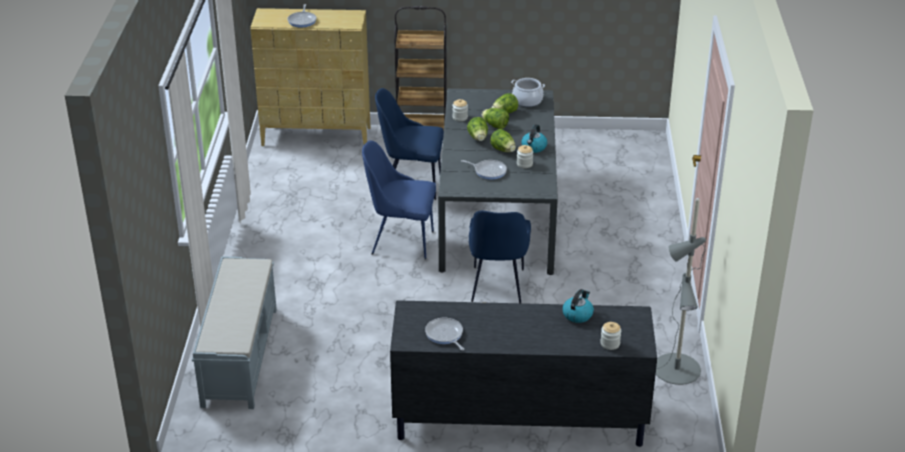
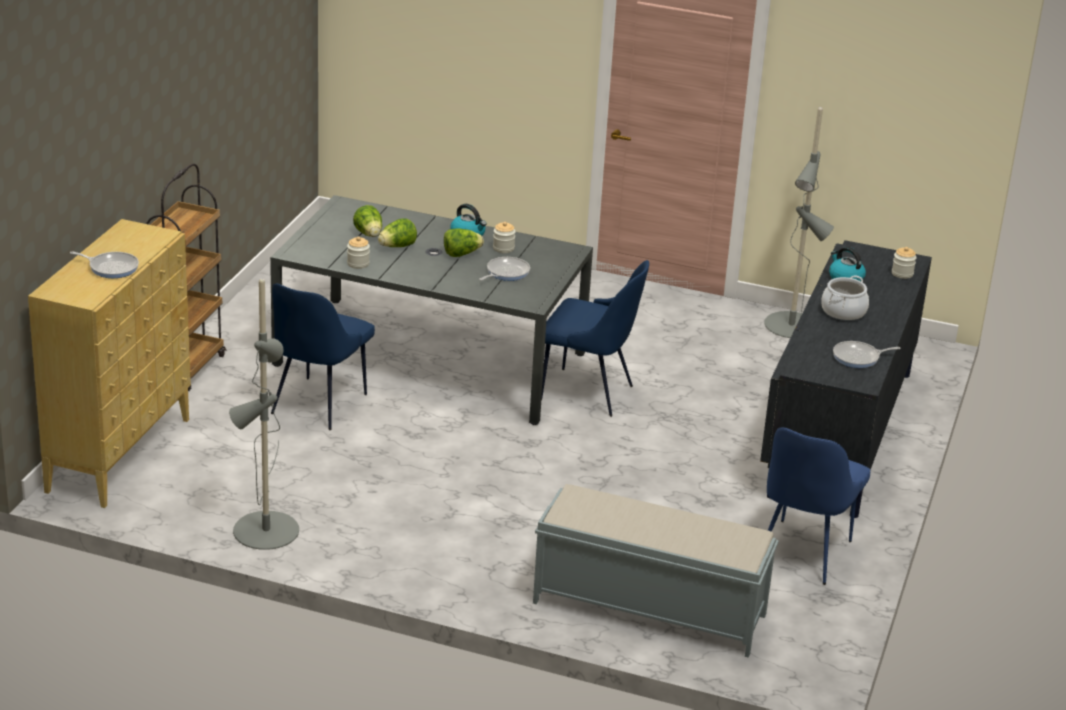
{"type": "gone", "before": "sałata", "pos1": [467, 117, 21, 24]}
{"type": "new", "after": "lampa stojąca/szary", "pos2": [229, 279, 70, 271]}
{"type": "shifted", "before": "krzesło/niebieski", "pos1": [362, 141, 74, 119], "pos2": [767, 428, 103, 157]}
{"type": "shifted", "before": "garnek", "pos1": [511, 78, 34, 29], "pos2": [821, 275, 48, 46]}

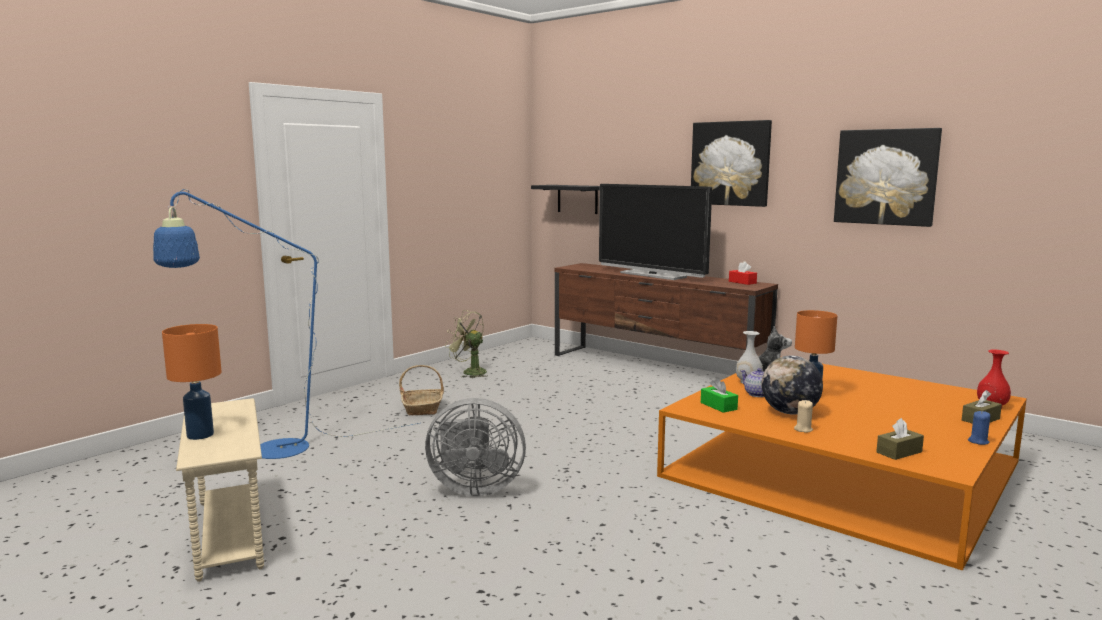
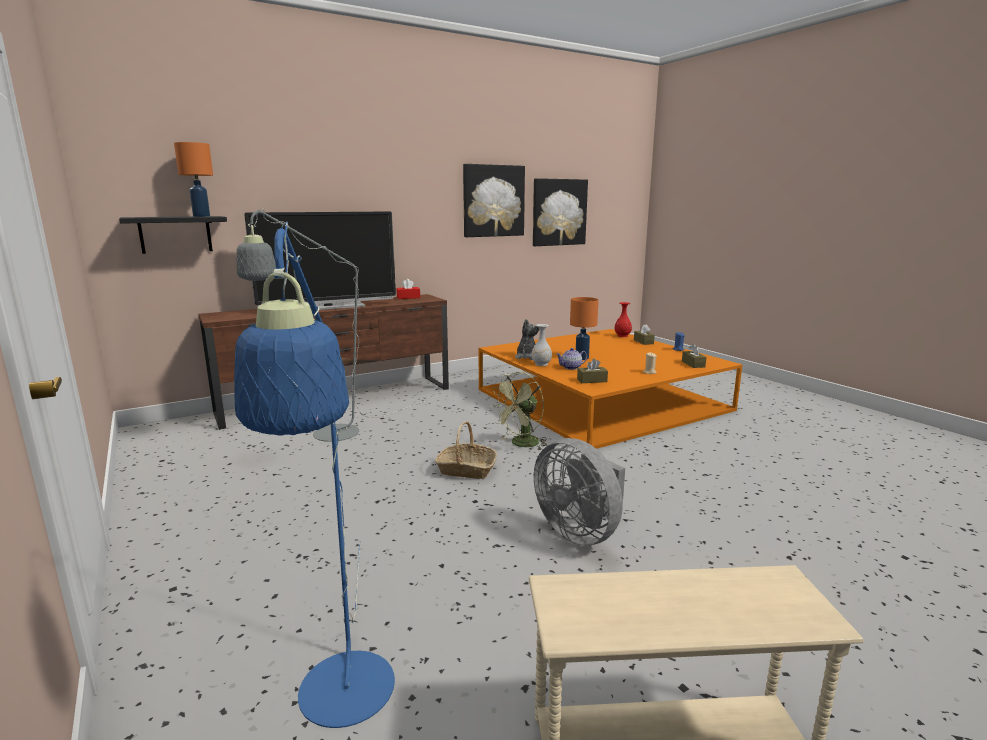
{"type": "gone", "before": "globus", "pos1": [762, 356, 61, 58]}
{"type": "new", "after": "lampa stojąca/szary", "pos2": [236, 208, 189, 234]}
{"type": "shifted", "before": "lampa stołowa/pomarańczowy", "pos1": [162, 324, 60, 116], "pos2": [174, 142, 39, 75]}
{"type": "shifted", "before": "koszyk", "pos1": [399, 365, 45, 50], "pos2": [435, 421, 62, 58]}
{"type": "shifted", "before": "wentylator/zielony", "pos1": [445, 310, 43, 68], "pos2": [491, 372, 57, 78]}
{"type": "shifted", "before": "obraz", "pos1": [691, 120, 81, 87], "pos2": [533, 178, 55, 68]}
{"type": "repainted", "before": "pudełko chusteczek/zielony", "after": "pudełko chusteczek/brązowy", "pos1": [701, 378, 37, 35], "pos2": [577, 359, 31, 24]}
{"type": "rotated", "before": "wentylator/szary", "pos1": [425, 398, 101, 98], "pos2": [534, 438, 91, 108], "turn": 120}

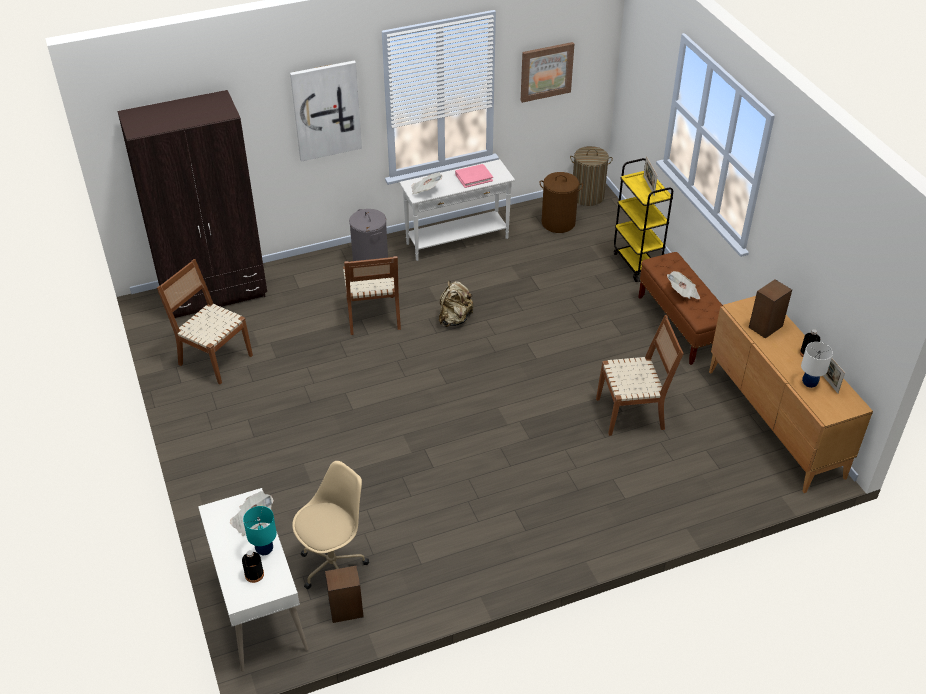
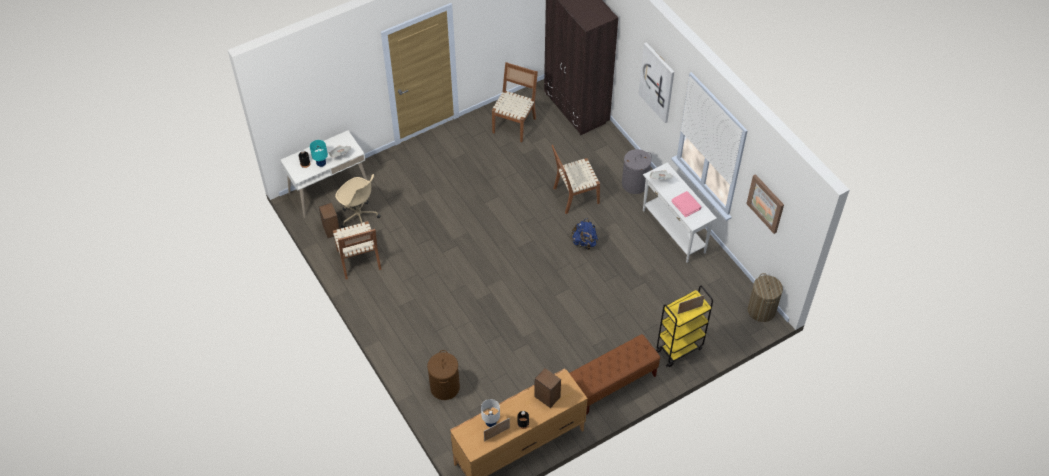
{"type": "gone", "before": "gazeta", "pos1": [667, 271, 34, 28]}
{"type": "shifted", "before": "kosz na pranie/brązowy", "pos1": [539, 172, 44, 61], "pos2": [427, 350, 33, 50]}
{"type": "shifted", "before": "krzesło", "pos1": [596, 315, 88, 121], "pos2": [333, 221, 49, 58]}
{"type": "repainted", "before": "plecak/beżowy", "after": "plecak/niebieski", "pos1": [439, 280, 34, 47], "pos2": [570, 218, 28, 32]}

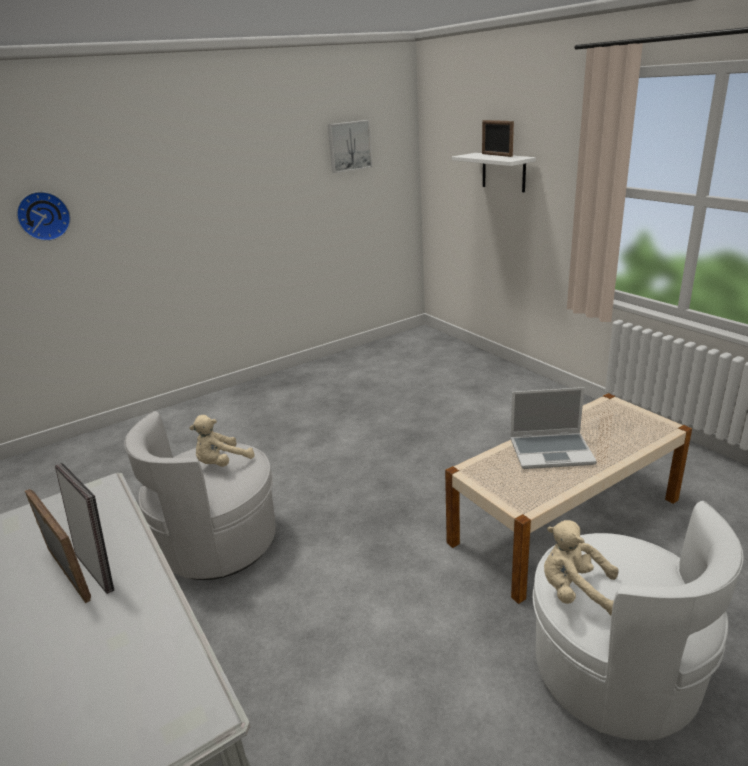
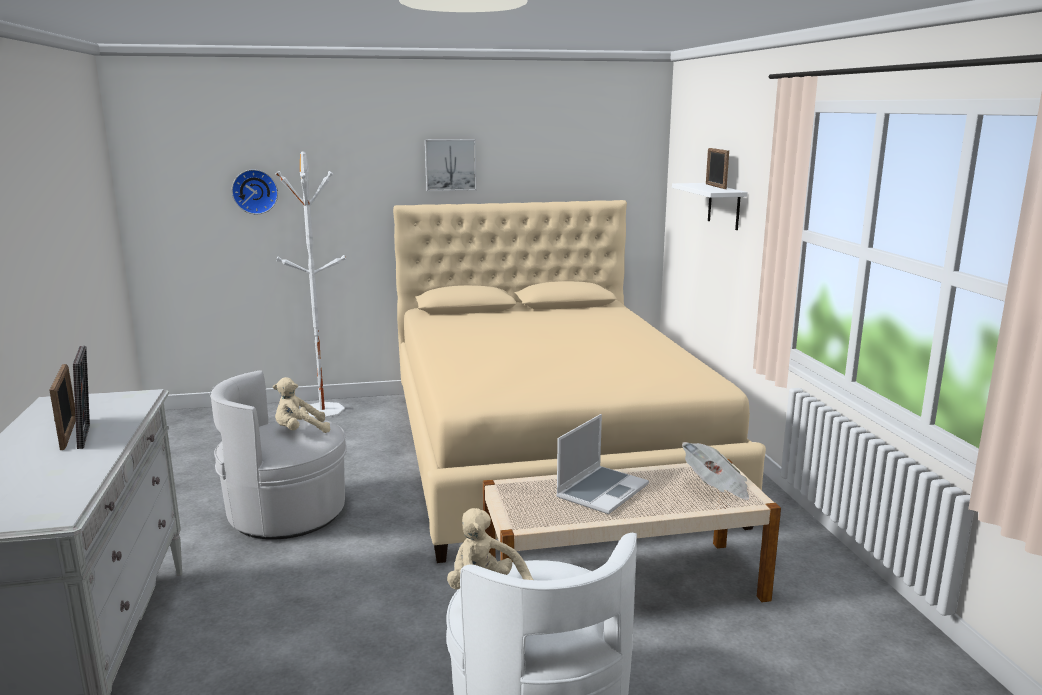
{"type": "new", "after": "wieszak/biały", "pos2": [276, 151, 70, 267]}
{"type": "new", "after": "łóżko/beżowy", "pos2": [393, 200, 373, 363]}
{"type": "new", "after": "gazeta", "pos2": [682, 442, 67, 58]}
{"type": "shifted", "before": "obraz", "pos1": [328, 120, 44, 53], "pos2": [425, 139, 51, 52]}
{"type": "rotated", "before": "laptop", "pos1": [510, 387, 87, 82], "pos2": [556, 414, 93, 100], "turn": -75}

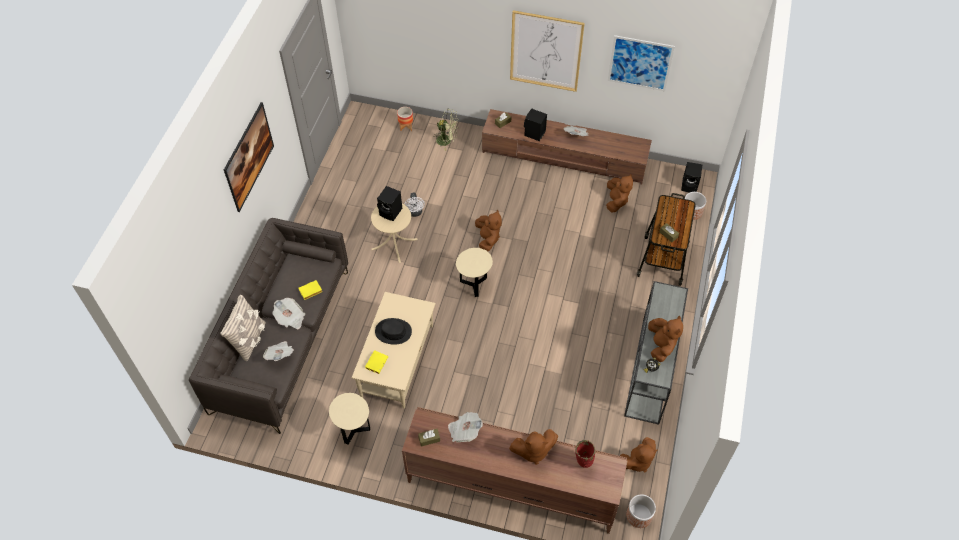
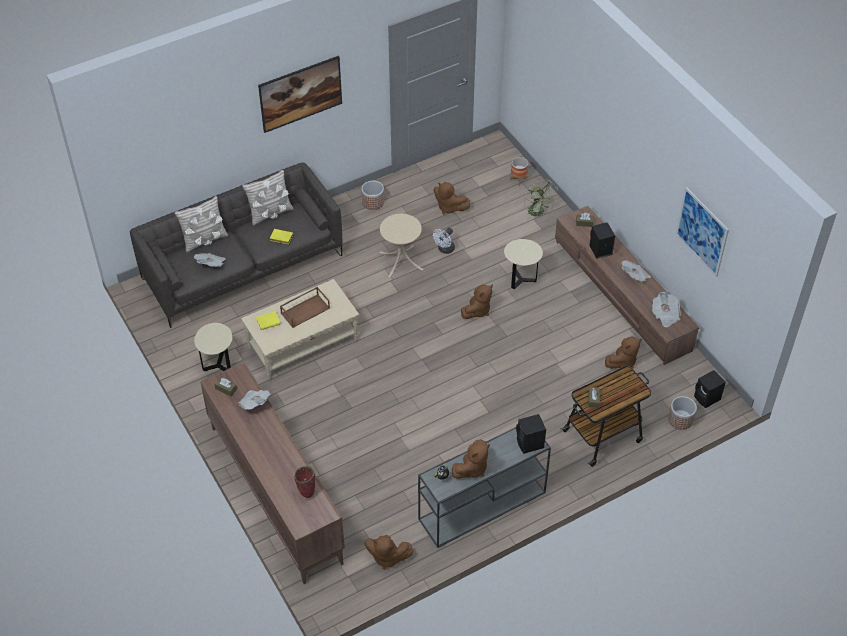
{"type": "gone", "before": "obraz", "pos1": [510, 10, 75, 82]}
{"type": "new", "after": "poduszka/beżowy", "pos2": [243, 170, 50, 55]}
{"type": "shifted", "before": "gazeta", "pos1": [272, 298, 33, 31], "pos2": [652, 292, 29, 36]}
{"type": "shifted", "before": "głośnik/czarny", "pos1": [377, 186, 25, 35], "pos2": [516, 414, 30, 40]}
{"type": "shifted", "before": "stolik/beżowy", "pos1": [456, 248, 37, 49], "pos2": [504, 239, 39, 50]}
{"type": "shifted", "before": "pluszak/brązowy", "pos1": [509, 429, 49, 36], "pos2": [433, 182, 37, 32]}
{"type": "shifted", "before": "donica", "pos1": [626, 494, 30, 34], "pos2": [362, 181, 22, 29]}
{"type": "swapped", "before": "kapelusz/czarny", "after": "taca/brązowy", "pos1": [375, 318, 37, 27], "pos2": [280, 287, 50, 41]}

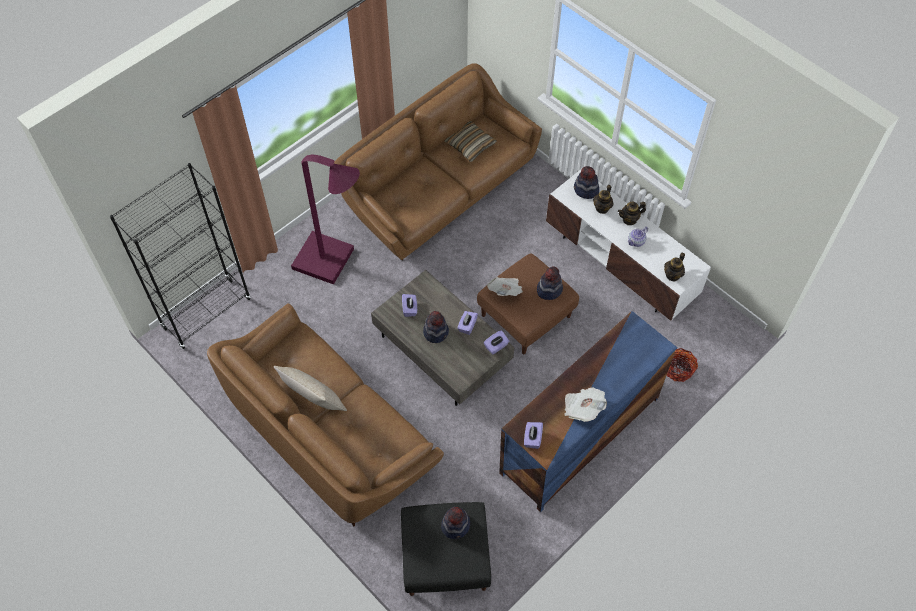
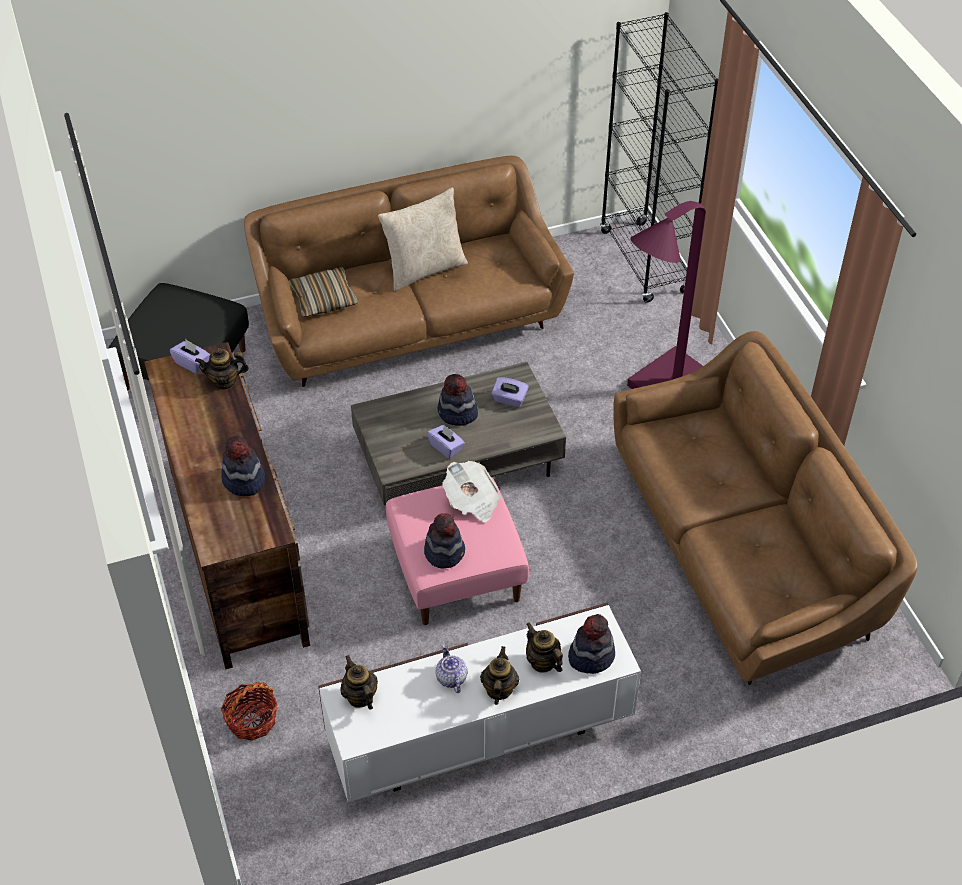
{"type": "gone", "before": "pudełko chusteczek/fioletowy", "pos1": [484, 330, 25, 25]}
{"type": "gone", "before": "gazeta", "pos1": [564, 387, 43, 35]}
{"type": "new", "after": "imbryk", "pos2": [195, 348, 54, 42]}
{"type": "shifted", "before": "kapelusz", "pos1": [441, 507, 29, 32], "pos2": [221, 436, 44, 60]}
{"type": "shifted", "before": "poduszka", "pos1": [444, 121, 52, 41], "pos2": [289, 267, 69, 50]}
{"type": "repainted", "before": "pufa/brązowy", "after": "pufa/różowy", "pos1": [477, 253, 102, 102], "pos2": [386, 477, 143, 148]}
{"type": "repainted", "before": "szafka/niebieski", "after": "szafka/brązowy", "pos1": [499, 311, 178, 201], "pos2": [144, 342, 166, 328]}

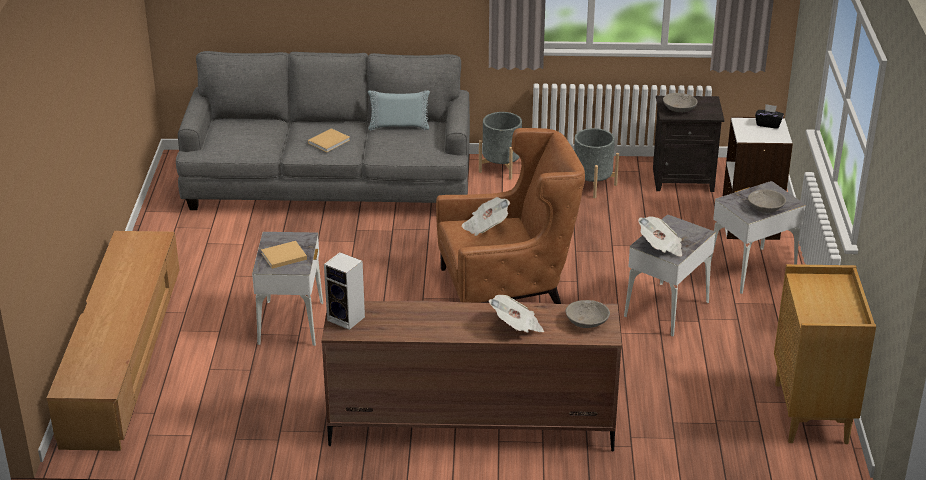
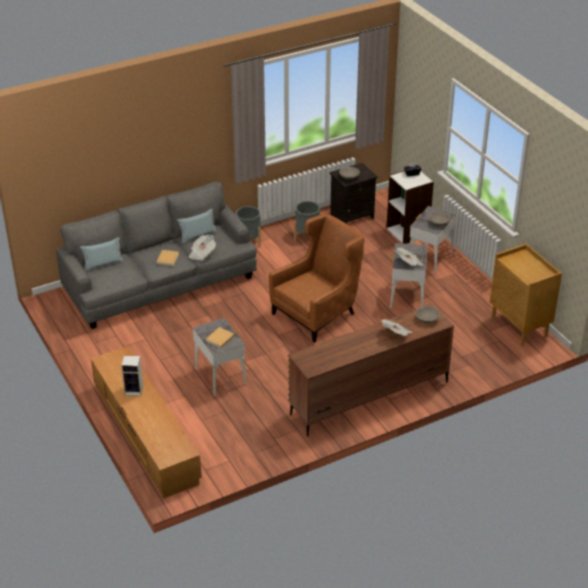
{"type": "new", "after": "poduszka/niebieski", "pos2": [80, 237, 44, 35]}
{"type": "shifted", "before": "głośnik", "pos1": [324, 252, 41, 78], "pos2": [121, 355, 22, 41]}
{"type": "shifted", "before": "gazeta", "pos1": [462, 197, 48, 39], "pos2": [189, 235, 27, 26]}

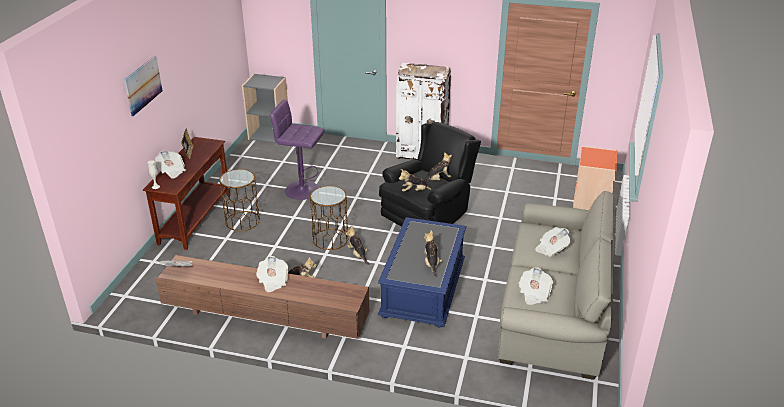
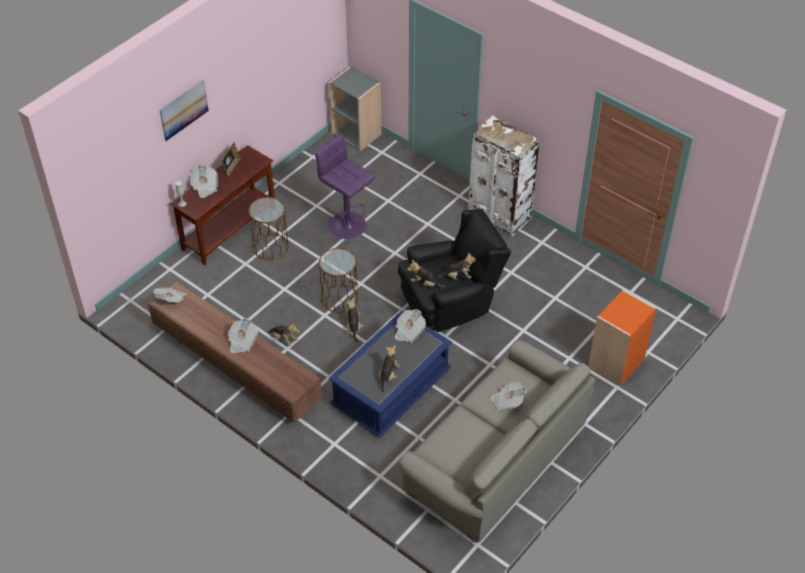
{"type": "shifted", "before": "gazeta", "pos1": [518, 267, 35, 38], "pos2": [395, 309, 31, 34]}

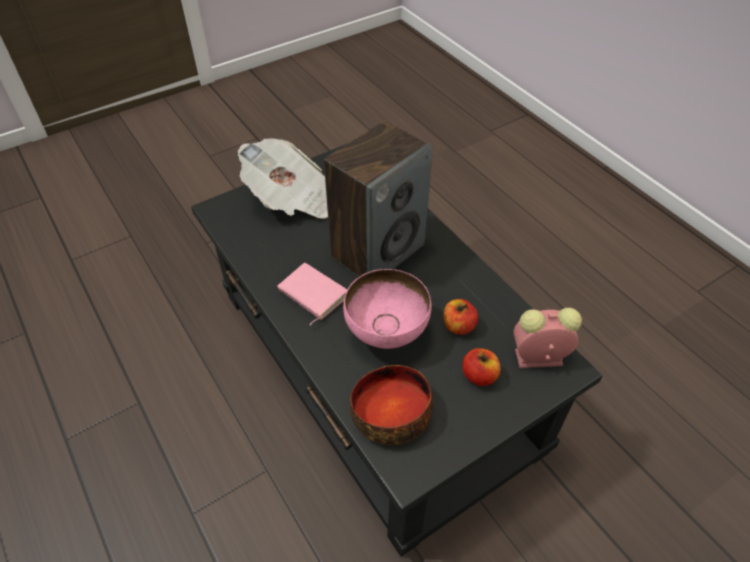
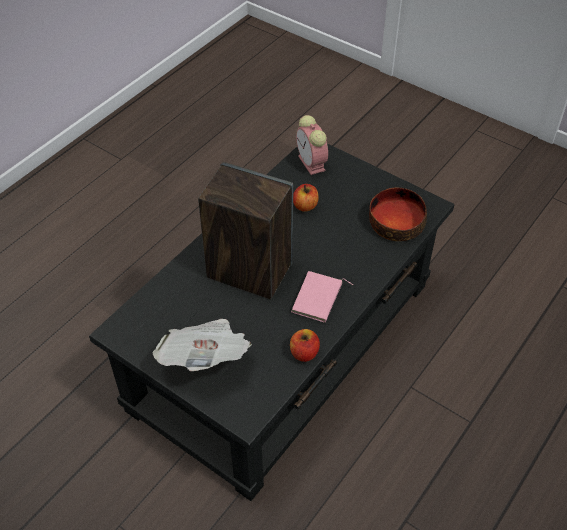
{"type": "gone", "before": "miska/różowy", "pos1": [343, 269, 88, 80]}
{"type": "shifted", "before": "jabłko", "pos1": [462, 348, 39, 38], "pos2": [290, 329, 30, 33]}

